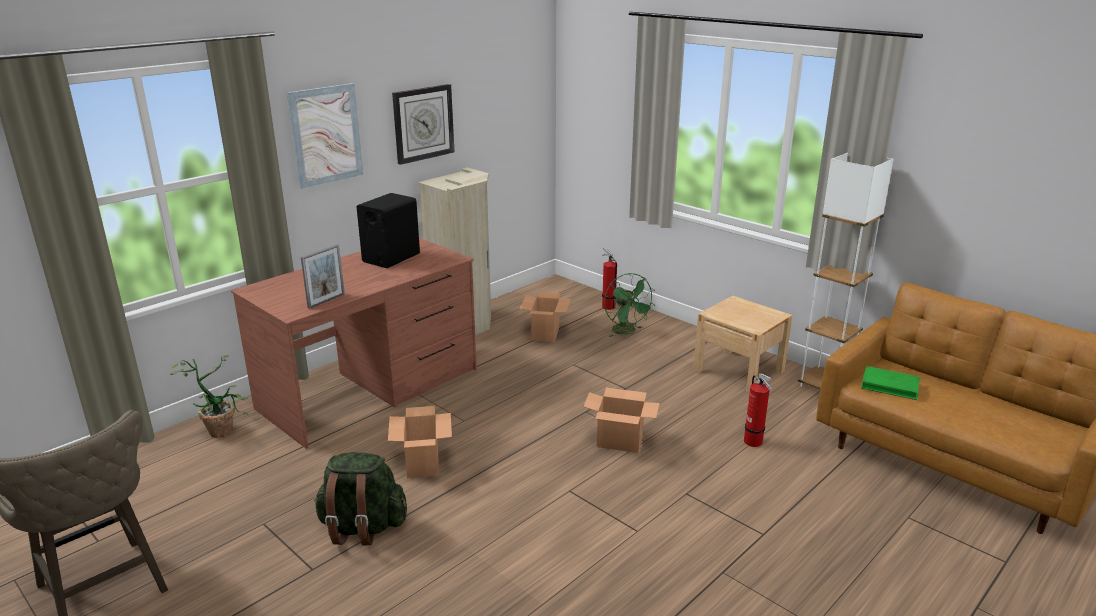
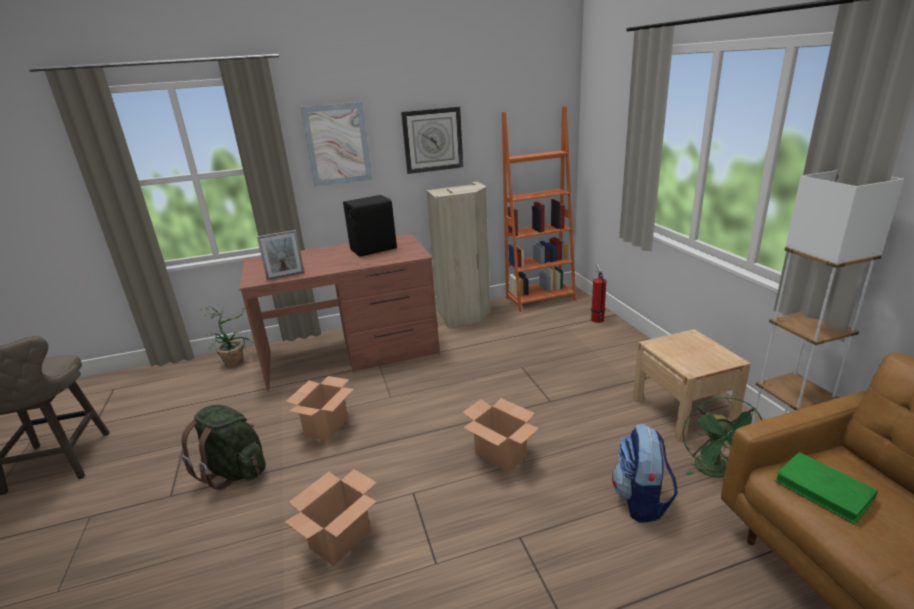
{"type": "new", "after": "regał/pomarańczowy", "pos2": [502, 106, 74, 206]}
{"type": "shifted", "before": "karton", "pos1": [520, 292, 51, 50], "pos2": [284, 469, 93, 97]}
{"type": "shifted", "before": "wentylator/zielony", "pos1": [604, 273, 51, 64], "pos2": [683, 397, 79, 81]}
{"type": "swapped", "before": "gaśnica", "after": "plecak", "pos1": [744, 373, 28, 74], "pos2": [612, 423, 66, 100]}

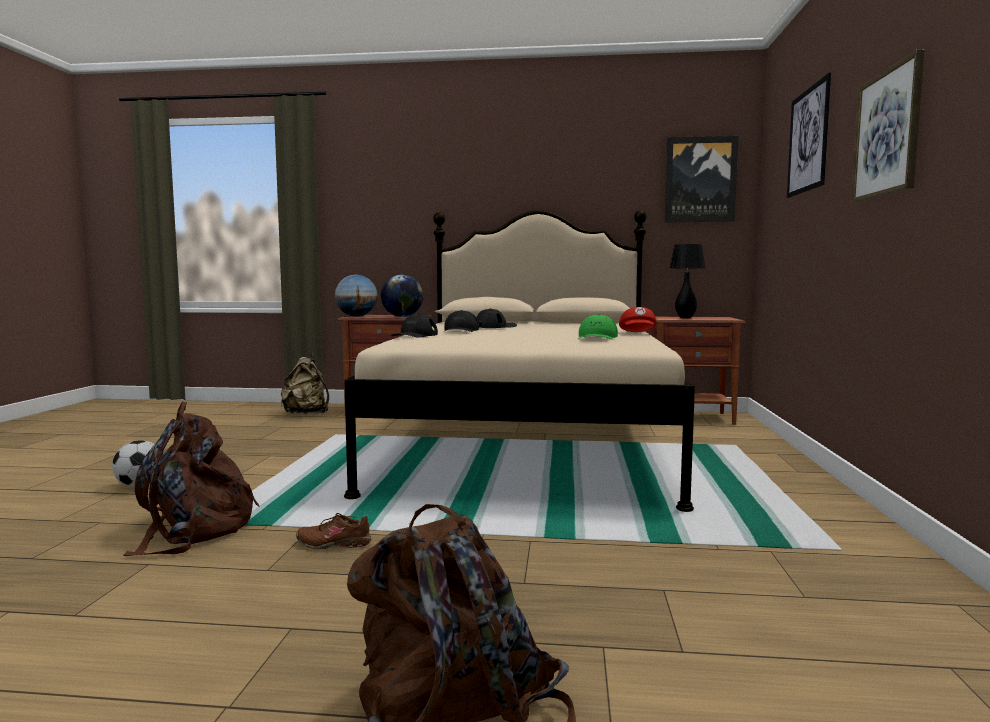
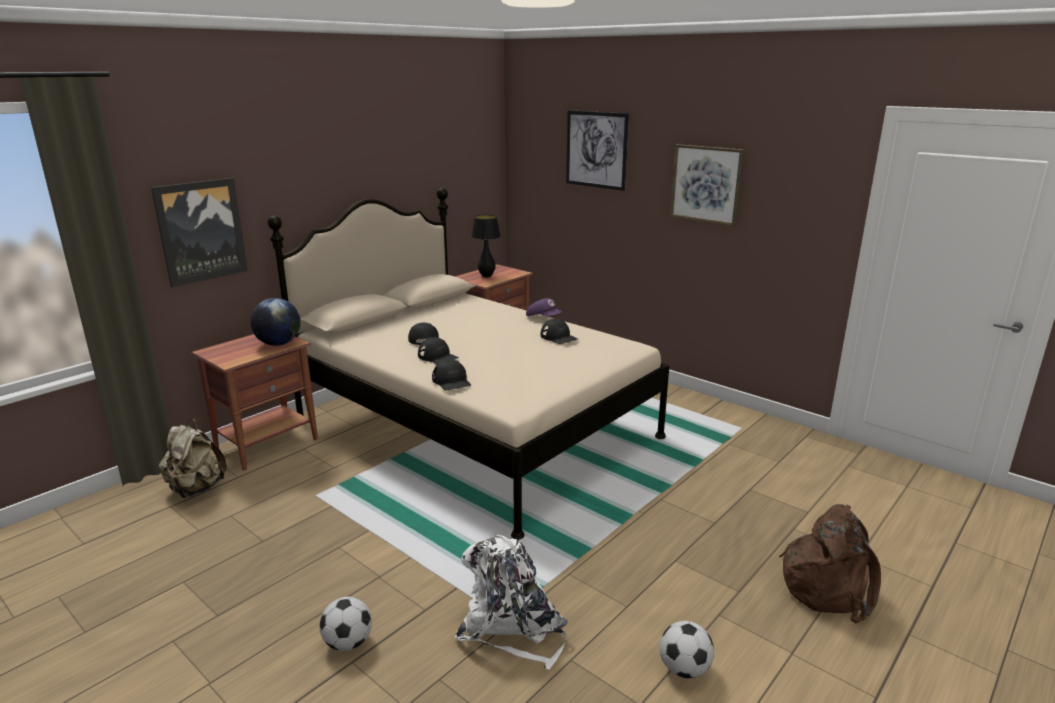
{"type": "gone", "before": "but/brązowy", "pos1": [296, 513, 76, 36]}
{"type": "gone", "before": "globus", "pos1": [335, 275, 43, 42]}
{"type": "new", "after": "piłka futbolowa", "pos2": [660, 621, 54, 58]}
{"type": "shifted", "before": "obraz", "pos1": [664, 136, 74, 86], "pos2": [151, 178, 97, 109]}
{"type": "repainted", "before": "plecak/brązowy", "after": "plecak/biały", "pos1": [123, 401, 136, 155], "pos2": [454, 535, 114, 135]}
{"type": "repainted", "before": "czapka z daszkiem/zielony", "after": "czapka z daszkiem/czarny", "pos1": [579, 314, 39, 25], "pos2": [541, 319, 37, 25]}
{"type": "repainted", "before": "czapka z daszkiem/czerwony", "after": "czapka z daszkiem/fioletowy", "pos1": [619, 307, 38, 25], "pos2": [526, 298, 36, 18]}

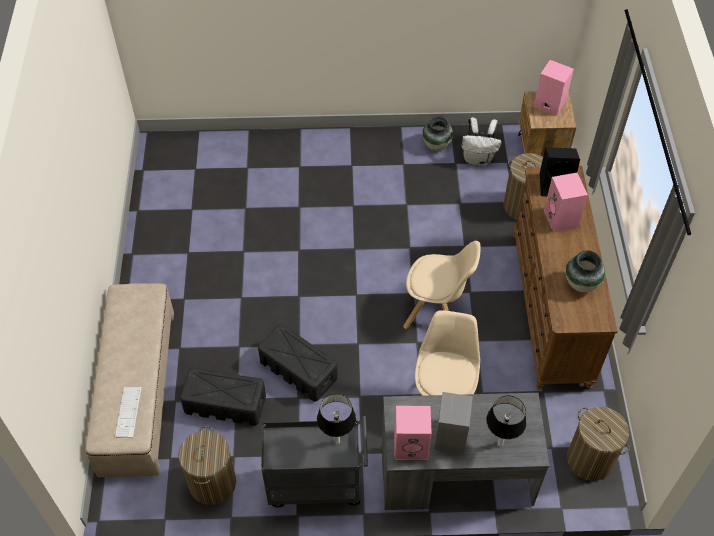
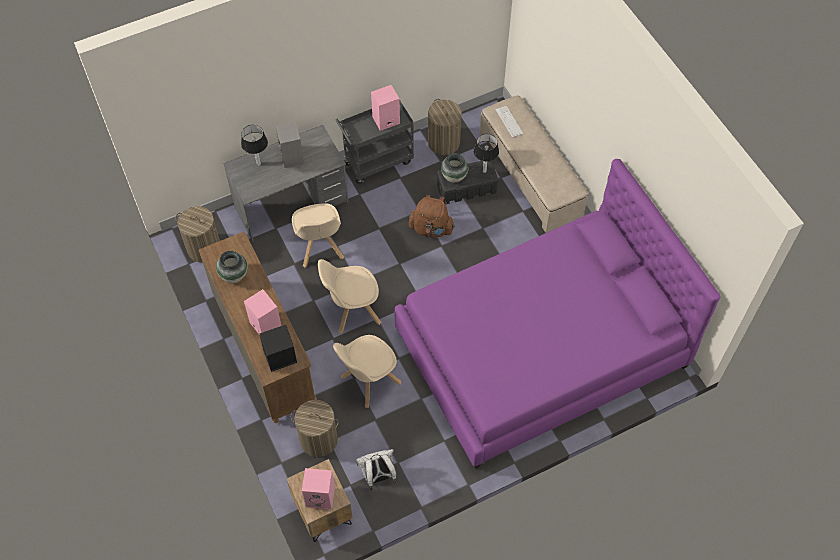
{"type": "new", "after": "krzesło/beżowy", "pos2": [333, 335, 68, 73]}
{"type": "new", "after": "łóżko/fioletowy", "pos2": [395, 159, 325, 310]}
{"type": "shifted", "before": "lampa stołowa", "pos1": [317, 394, 39, 50], "pos2": [474, 134, 25, 39]}
{"type": "shifted", "before": "głośnik/różowy", "pos1": [394, 406, 38, 54], "pos2": [371, 85, 29, 46]}
{"type": "shifted", "before": "wazon", "pos1": [422, 116, 31, 35], "pos2": [441, 153, 27, 30]}
{"type": "swapped", "before": "pojemnik do przechowywania/czarny", "after": "plecak/brązowy", "pos1": [258, 324, 80, 78], "pos2": [409, 195, 46, 43]}

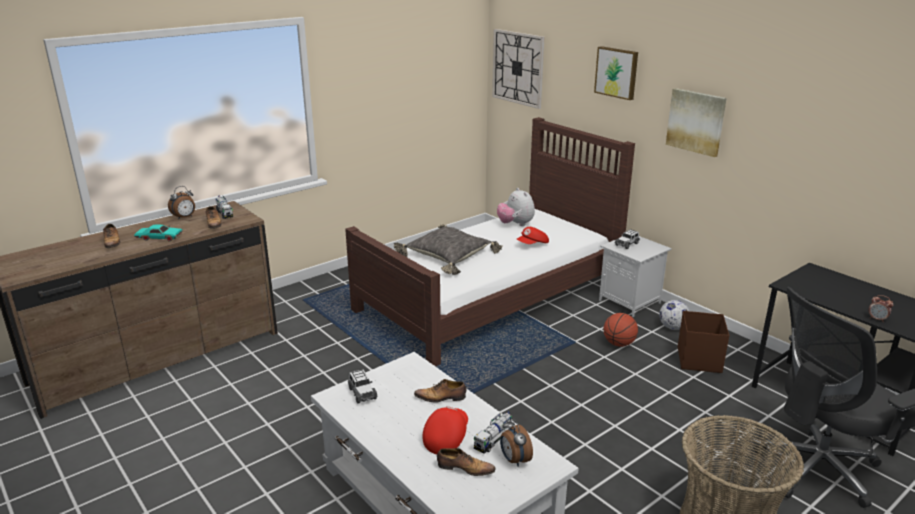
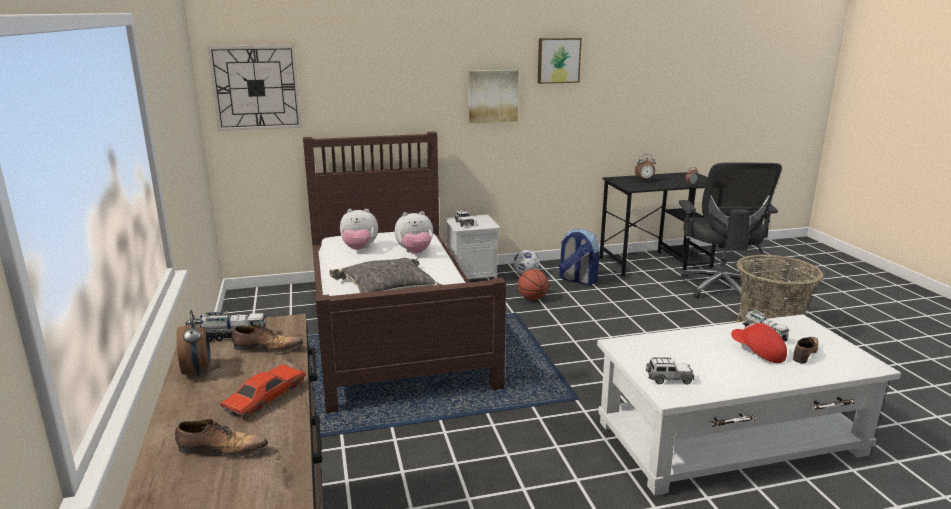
{"type": "gone", "before": "but", "pos1": [414, 379, 52, 23]}
{"type": "shifted", "before": "budzik", "pos1": [500, 418, 33, 49], "pos2": [635, 154, 21, 27]}
{"type": "shifted", "before": "obraz", "pos1": [594, 46, 44, 54], "pos2": [538, 38, 44, 46]}
{"type": "swapped", "before": "czapka z daszkiem/czerwony", "after": "pluszak", "pos1": [517, 227, 32, 17], "pos2": [395, 211, 38, 43]}
{"type": "swapped", "before": "pojemnik do przechowywania/brązowy", "after": "plecak", "pos1": [678, 311, 51, 62], "pos2": [559, 229, 40, 56]}
{"type": "repainted", "before": "samochodzik/turkusowy", "after": "samochodzik/czerwony", "pos1": [134, 225, 49, 16], "pos2": [220, 364, 86, 54]}

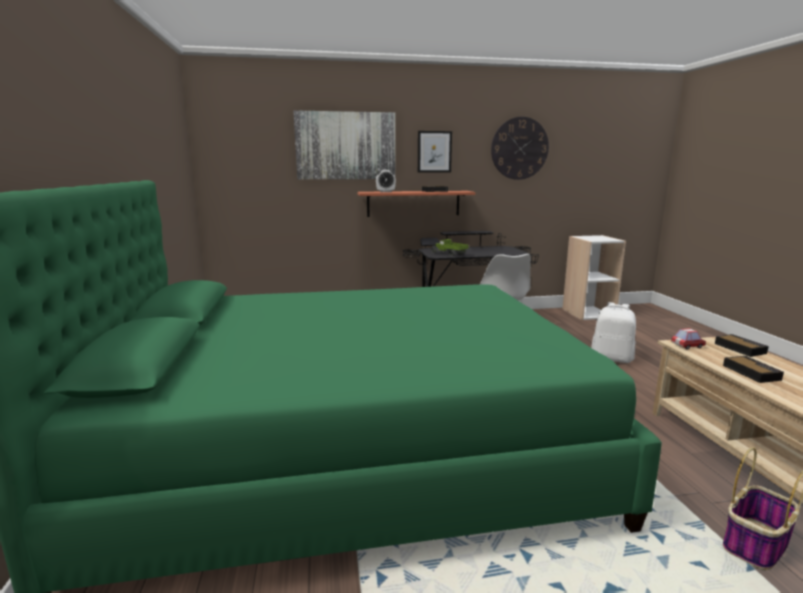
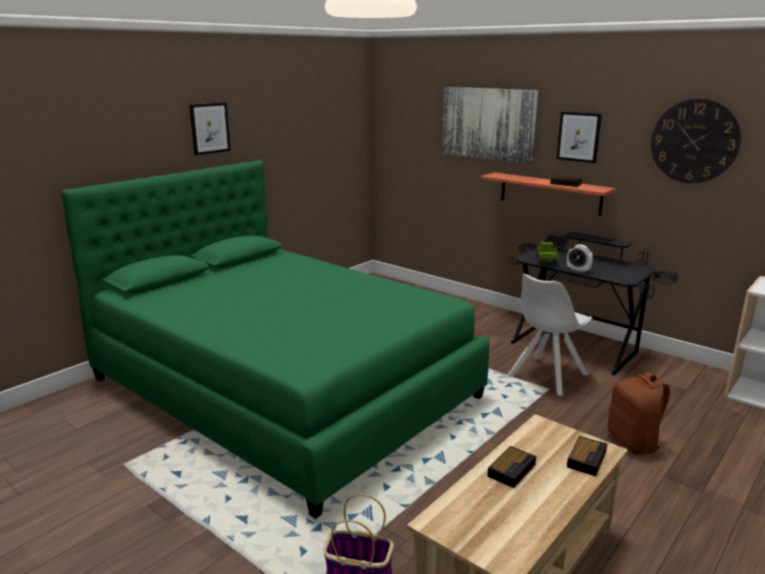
{"type": "gone", "before": "samochodzik", "pos1": [671, 328, 35, 21]}
{"type": "new", "after": "obraz", "pos2": [189, 102, 42, 53]}
{"type": "shifted", "before": "budzik", "pos1": [376, 170, 20, 22], "pos2": [567, 244, 26, 29]}
{"type": "repainted", "before": "plecak/biały", "after": "plecak/brązowy", "pos1": [591, 302, 45, 61], "pos2": [608, 372, 62, 83]}

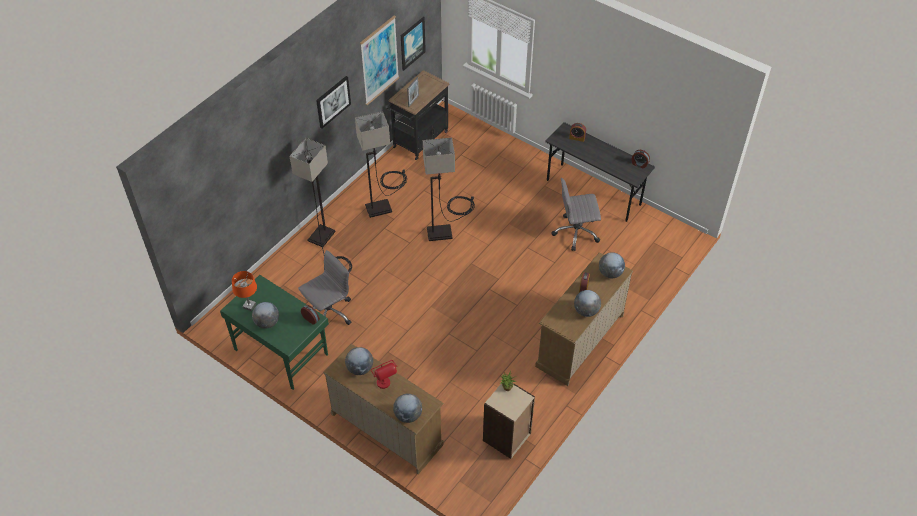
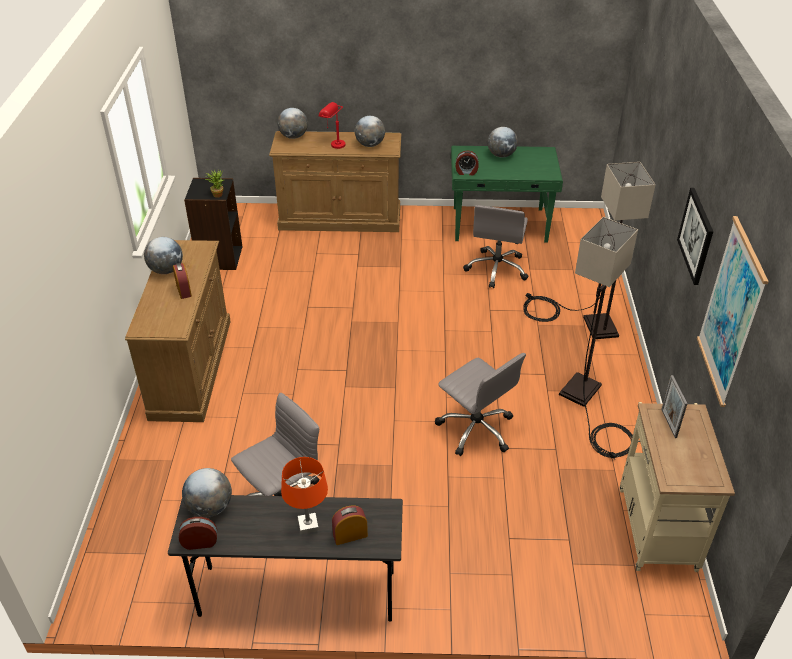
{"type": "gone", "before": "obraz", "pos1": [401, 17, 25, 54]}
{"type": "shifted", "before": "lampa stołowa/pomarańczowy", "pos1": [232, 271, 25, 40], "pos2": [281, 457, 47, 77]}
{"type": "shifted", "before": "globus", "pos1": [599, 252, 26, 26], "pos2": [182, 468, 50, 50]}
{"type": "swapped", "before": "lampa stojąca", "after": "krzesło biurowe/szary", "pos1": [423, 138, 52, 103], "pos2": [435, 353, 91, 103]}
{"type": "repainted", "before": "wózek/czarny", "after": "wózek/beżowy", "pos1": [387, 70, 63, 90], "pos2": [620, 402, 115, 170]}
{"type": "repainted", "before": "regał/beżowy", "after": "regał/czarny", "pos1": [483, 383, 52, 76], "pos2": [184, 178, 58, 92]}

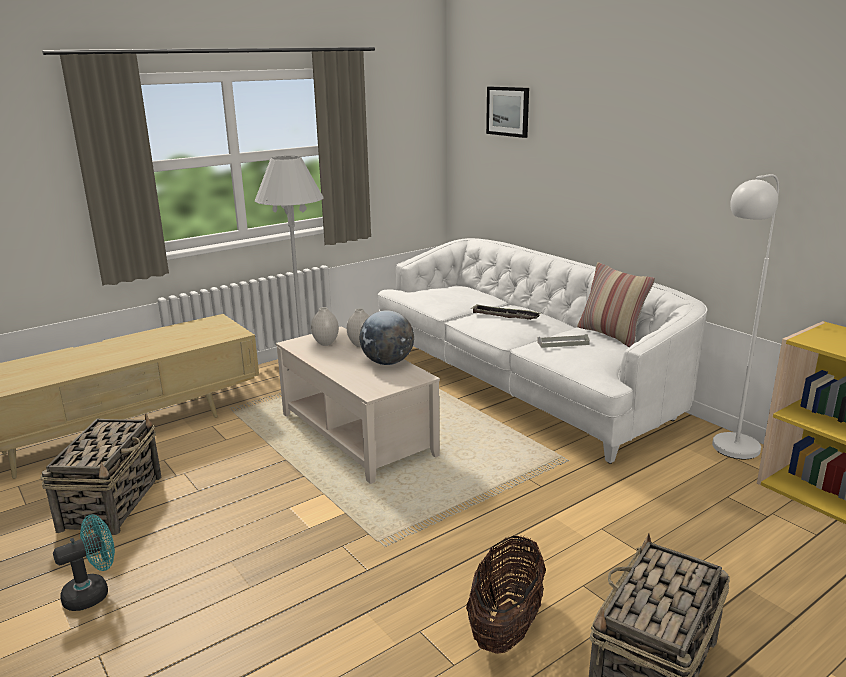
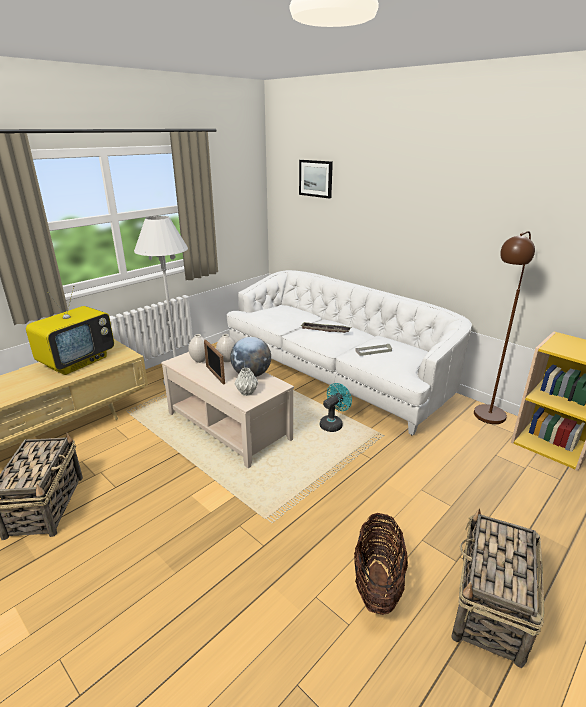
{"type": "gone", "before": "poduszka", "pos1": [577, 262, 78, 85]}
{"type": "new", "after": "telewizor", "pos2": [26, 286, 88, 89]}
{"type": "new", "after": "ramka na zdjęcie", "pos2": [204, 340, 21, 45]}
{"type": "new", "after": "wazon/szary", "pos2": [234, 368, 24, 28]}
{"type": "shifted", "before": "wentylator/turkusowy", "pos1": [53, 514, 62, 97], "pos2": [320, 383, 32, 49]}
{"type": "repainted", "before": "lampa stojąca/biały", "after": "lampa stojąca/brązowy", "pos1": [712, 174, 67, 285], "pos2": [474, 231, 61, 193]}

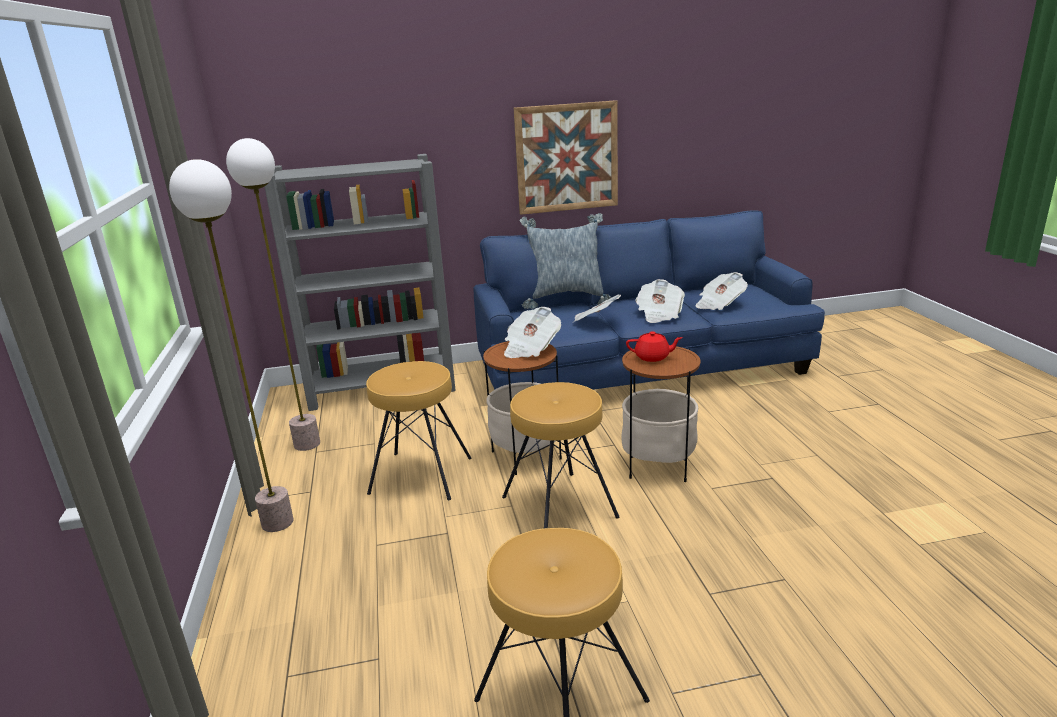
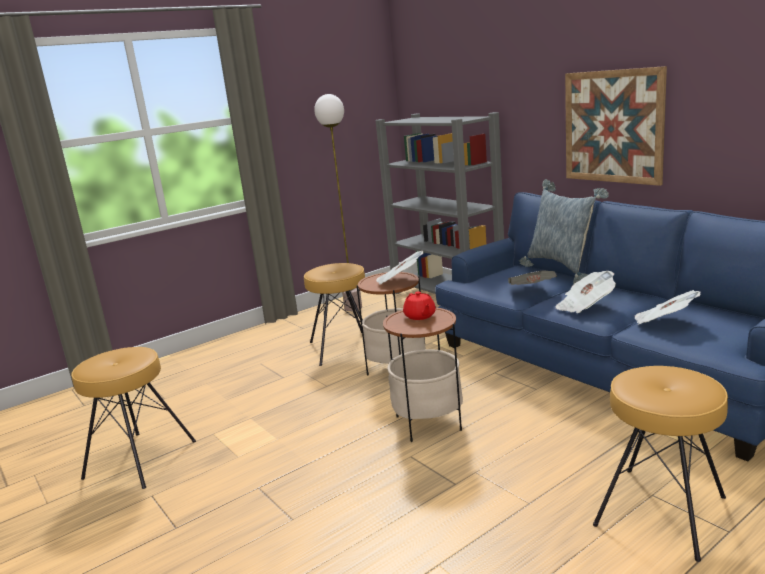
{"type": "gone", "before": "lampa stojąca", "pos1": [169, 159, 125, 373]}
{"type": "shifted", "before": "stołek/brązowy", "pos1": [502, 382, 118, 146], "pos2": [593, 366, 135, 196]}

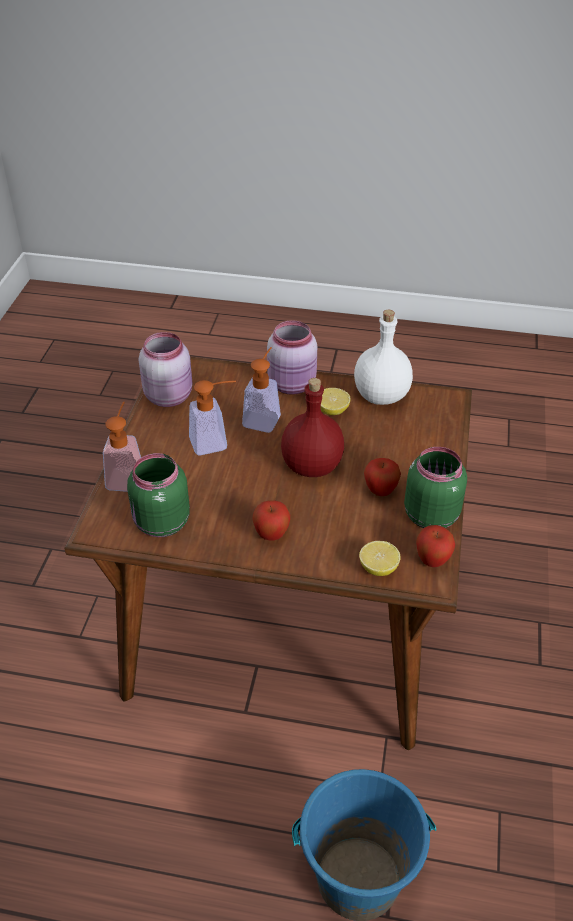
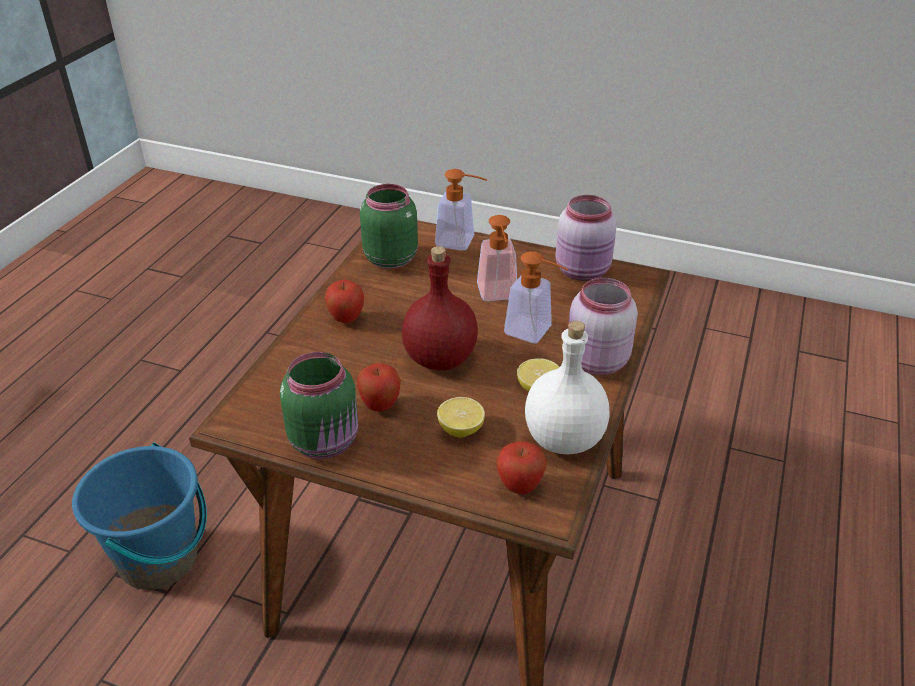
{"type": "shifted", "before": "cytryna", "pos1": [359, 541, 42, 35], "pos2": [437, 397, 48, 40]}
{"type": "shifted", "before": "jabłko", "pos1": [416, 525, 39, 42], "pos2": [496, 442, 50, 52]}

